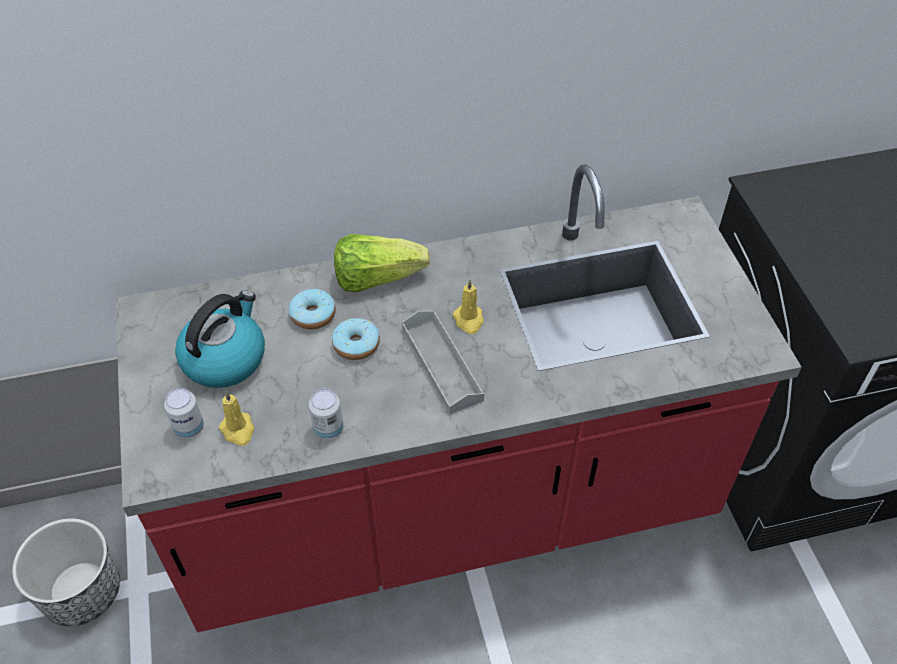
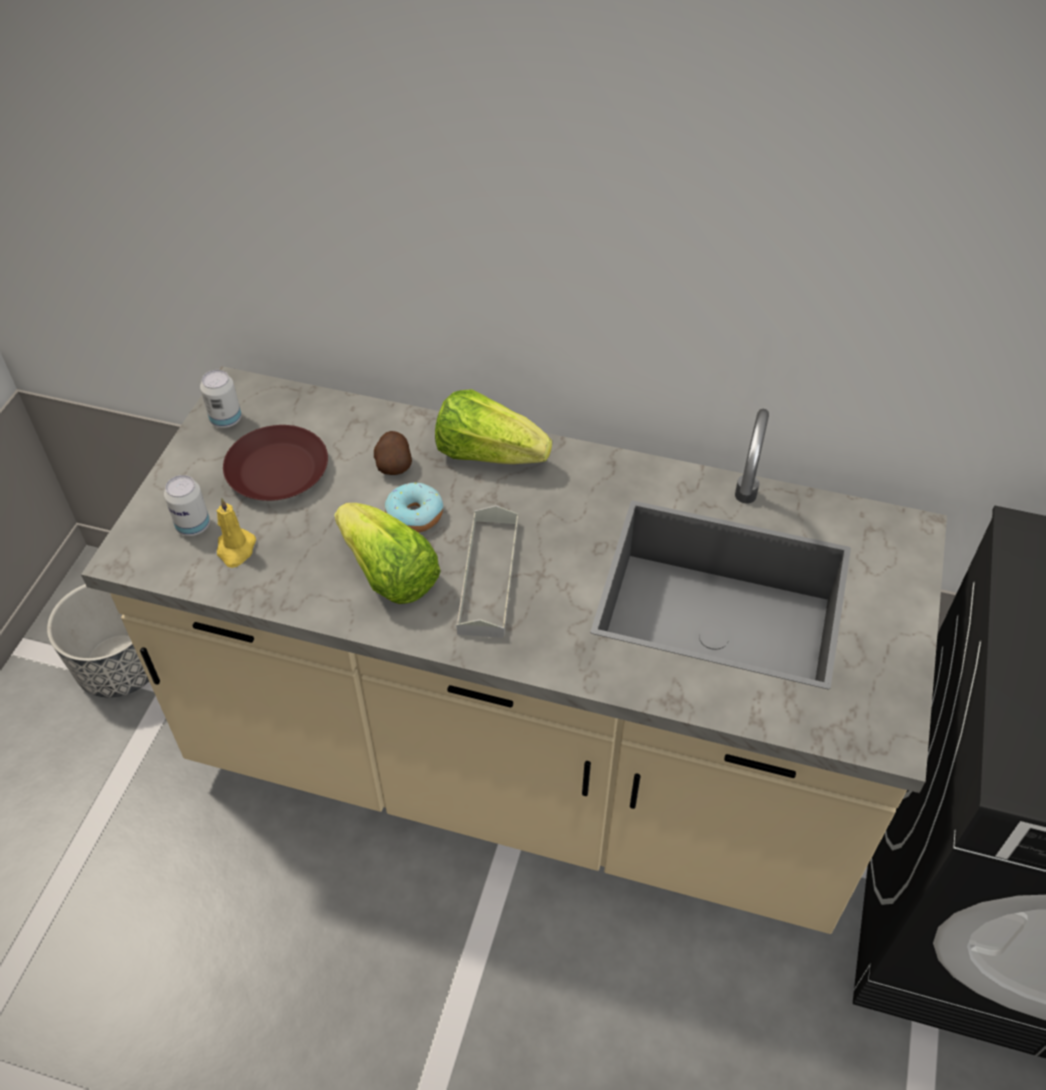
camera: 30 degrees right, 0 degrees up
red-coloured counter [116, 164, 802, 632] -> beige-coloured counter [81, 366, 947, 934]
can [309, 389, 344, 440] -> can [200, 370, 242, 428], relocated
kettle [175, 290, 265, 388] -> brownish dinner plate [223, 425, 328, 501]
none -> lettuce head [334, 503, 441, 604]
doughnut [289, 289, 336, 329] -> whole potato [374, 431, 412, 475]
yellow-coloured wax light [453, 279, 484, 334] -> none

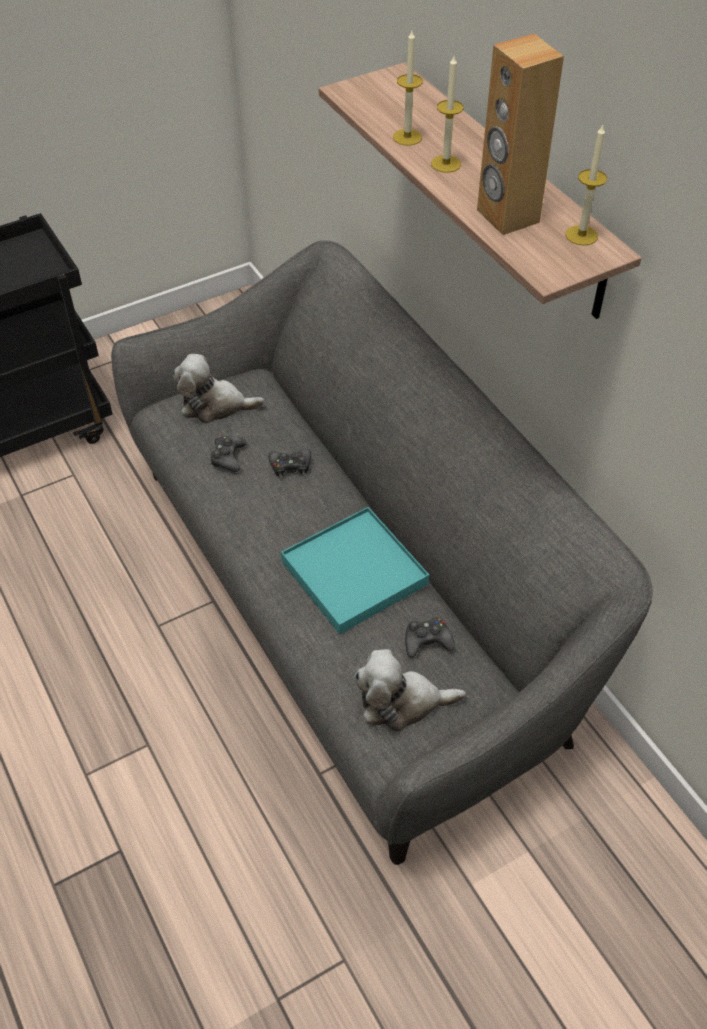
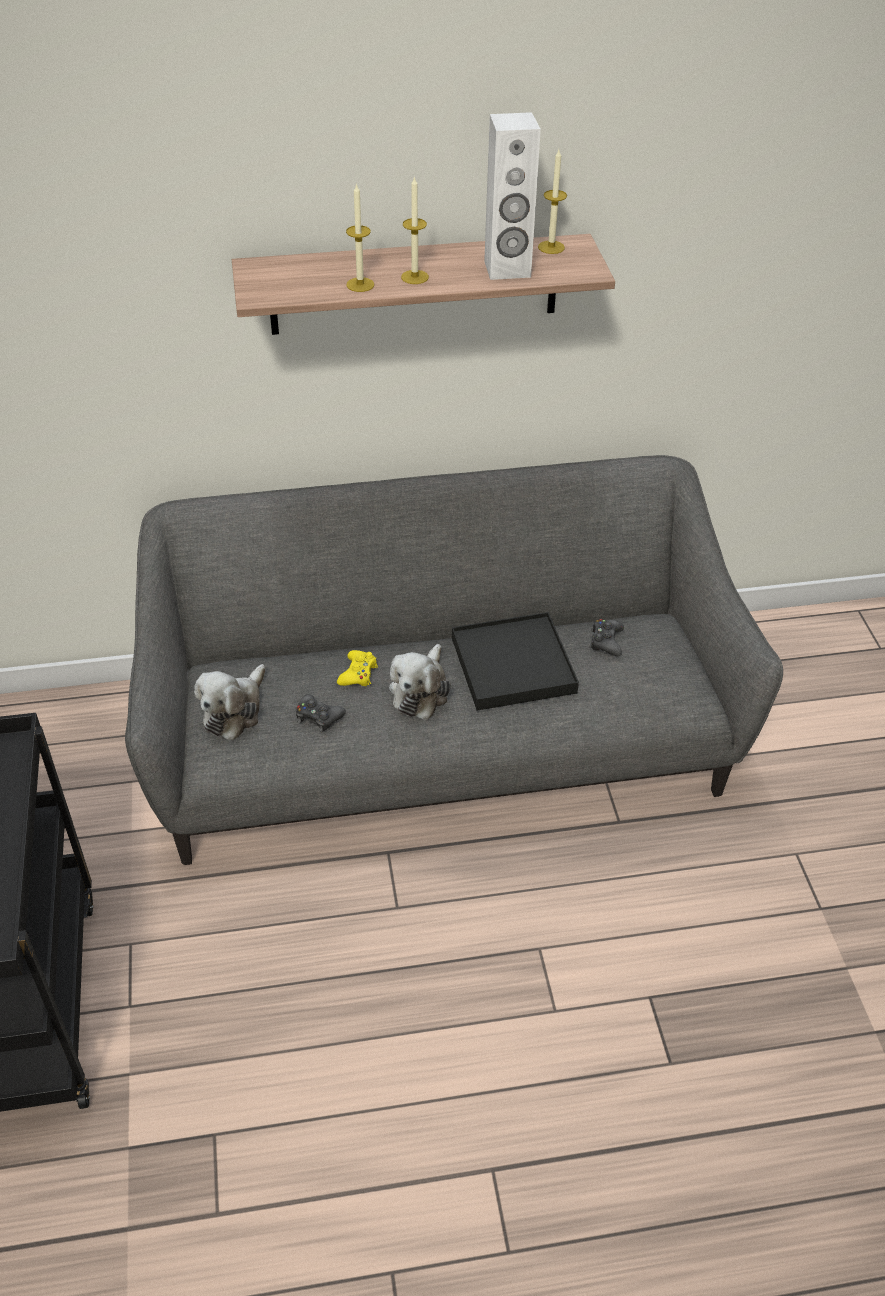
camera: 70 degrees left, 5 degrees down
black gamepad [268, 449, 311, 478] -> yellow-coloured gamepad [337, 650, 378, 686]
plush toy [354, 649, 466, 732] -> plush toy [389, 644, 451, 720], relocated
blue-green carrying tray [281, 507, 429, 634] -> black carrying tray [452, 612, 579, 711]
brownish speaker [477, 34, 564, 235] -> white-coloured speaker [484, 112, 541, 280]

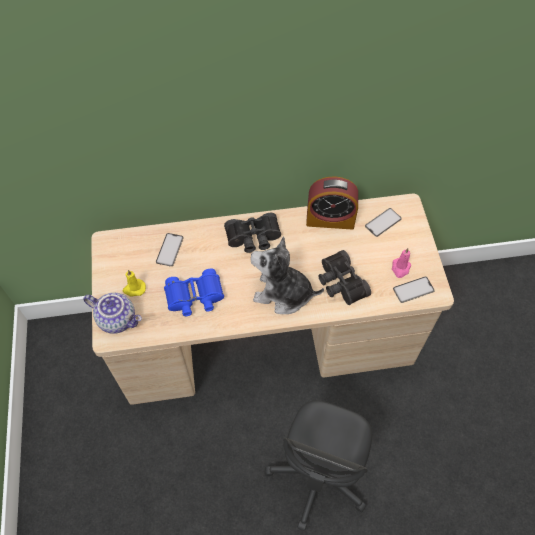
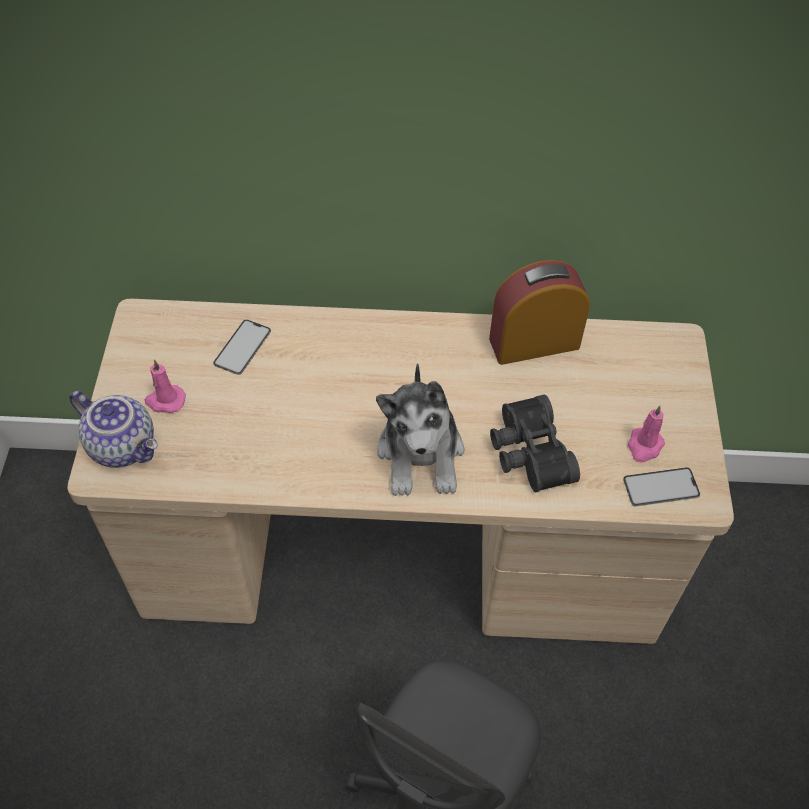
camera: 10 degrees right, 5 degrees down
yellow-coloured wax light [123, 270, 146, 297] -> pink wax light [145, 360, 186, 413]
plush toy [250, 236, 324, 314] -> plush toy [376, 363, 464, 496], 120 degrees counterclockwise
table clock [306, 177, 358, 230] -> table clock [489, 260, 590, 365], 150 degrees clockwise
blue binoculars [164, 269, 224, 316] -> none
black binoculars [224, 213, 281, 253] -> none
handset [365, 208, 402, 237] -> none

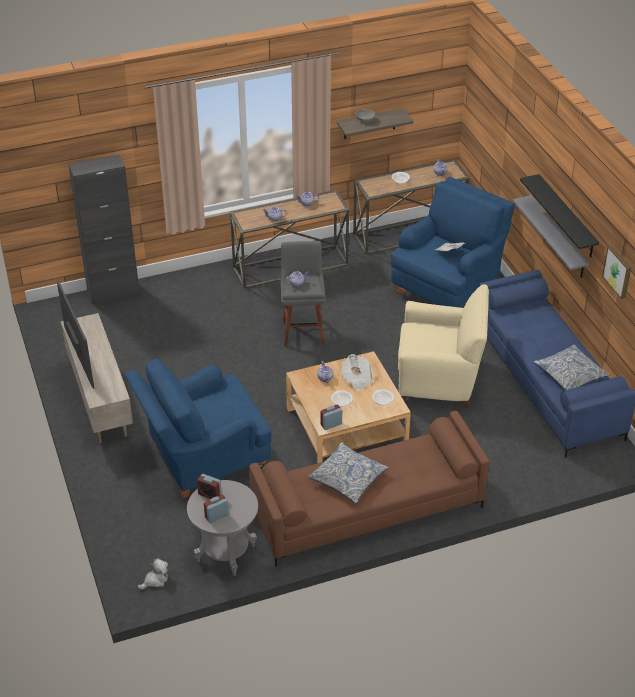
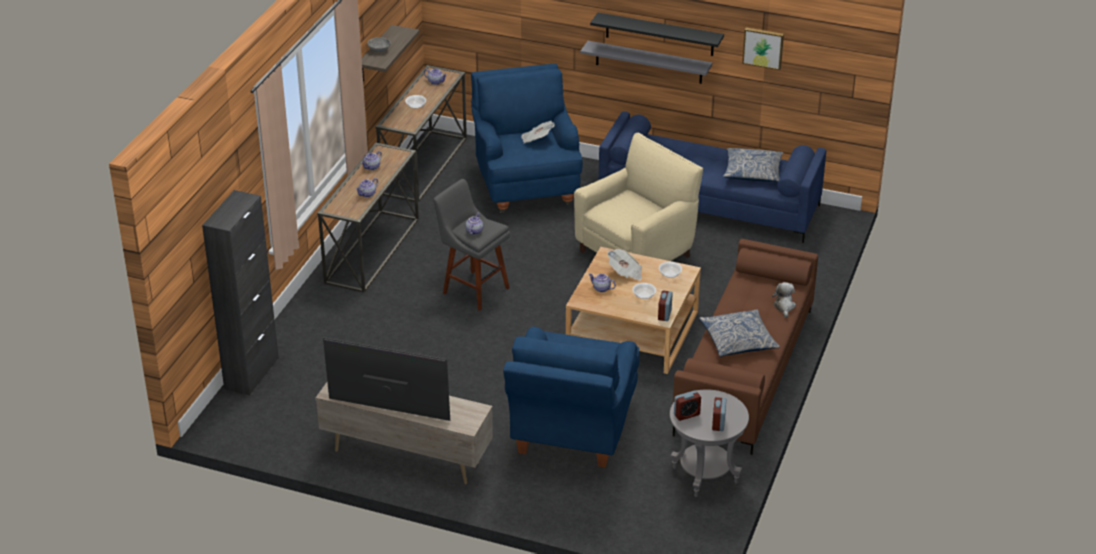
camera: 50 degrees left, 5 degrees down
plush toy [137, 558, 168, 590] -> plush toy [772, 282, 796, 318], relocated

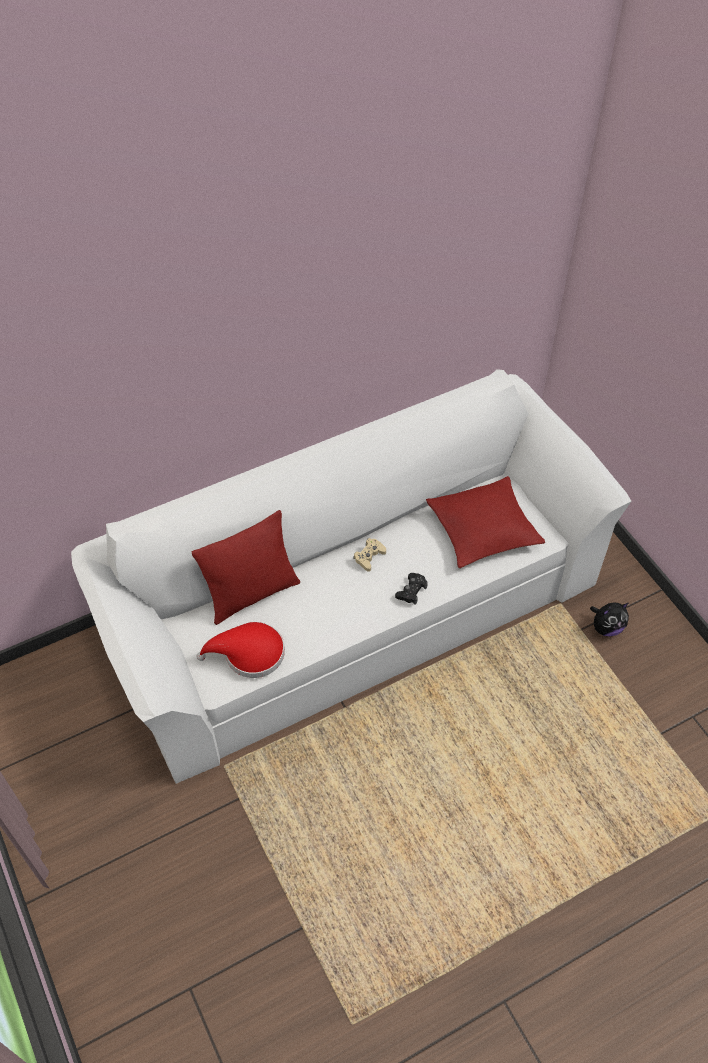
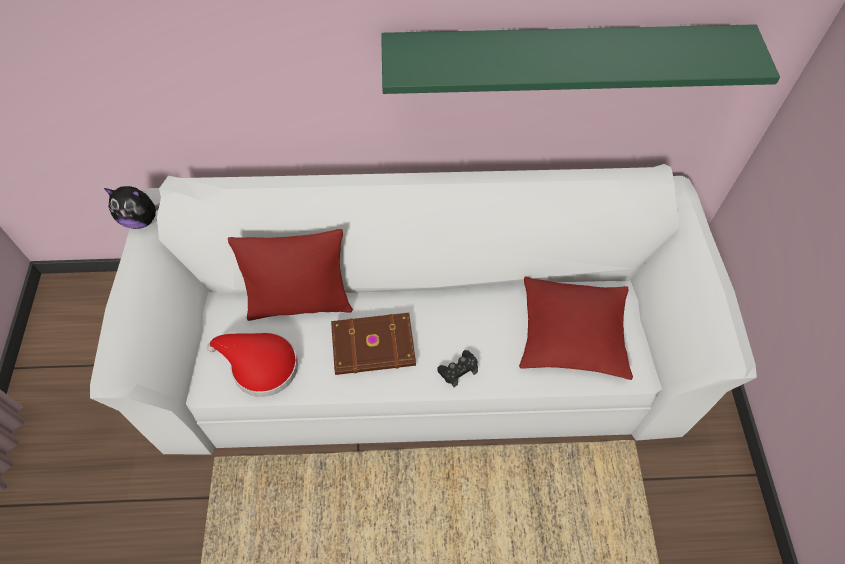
camera: 25 degrees right, 5 degrees up
plush toy [590, 602, 629, 636] -> plush toy [104, 186, 160, 229], relocated
none -> brownish bound book [331, 313, 416, 375]
none -> green-coloured wall shelf [381, 24, 780, 94]
beige-coloured gamepad [354, 538, 386, 572] -> none

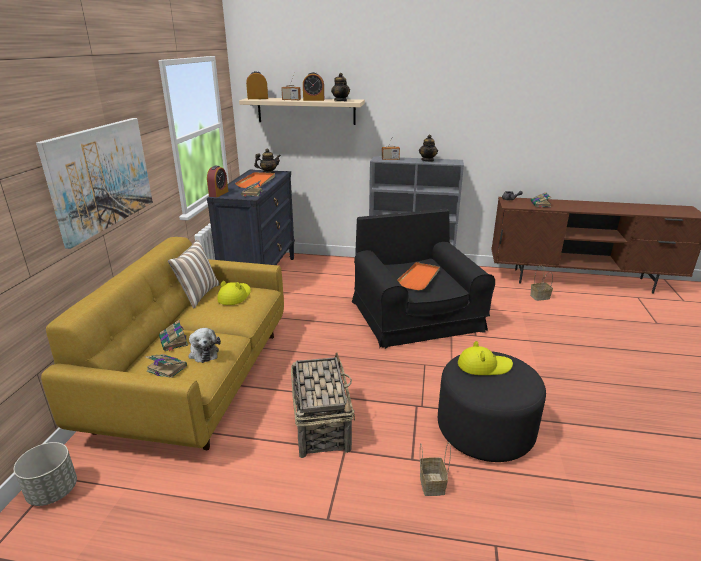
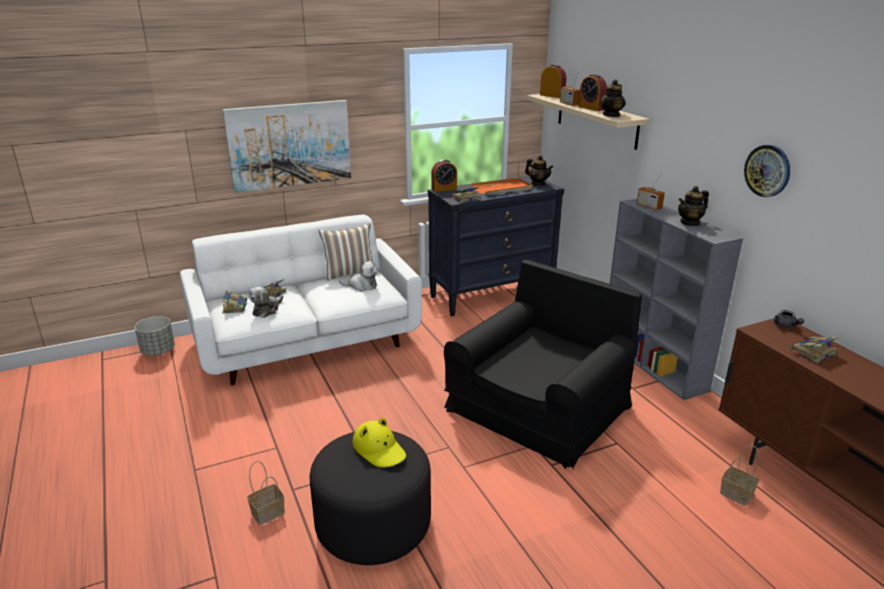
camera: 55 degrees right, 0 degrees up
yellow-coloured couch [41, 237, 284, 450] -> white-coloured couch [180, 215, 422, 385]
yellow-coloured clothing hat [217, 281, 251, 305] -> plush toy [339, 261, 378, 292]
none -> hanging clock [744, 145, 790, 197]
storage basket [291, 352, 355, 458] -> none
orangey carrying tray [397, 262, 440, 290] -> none

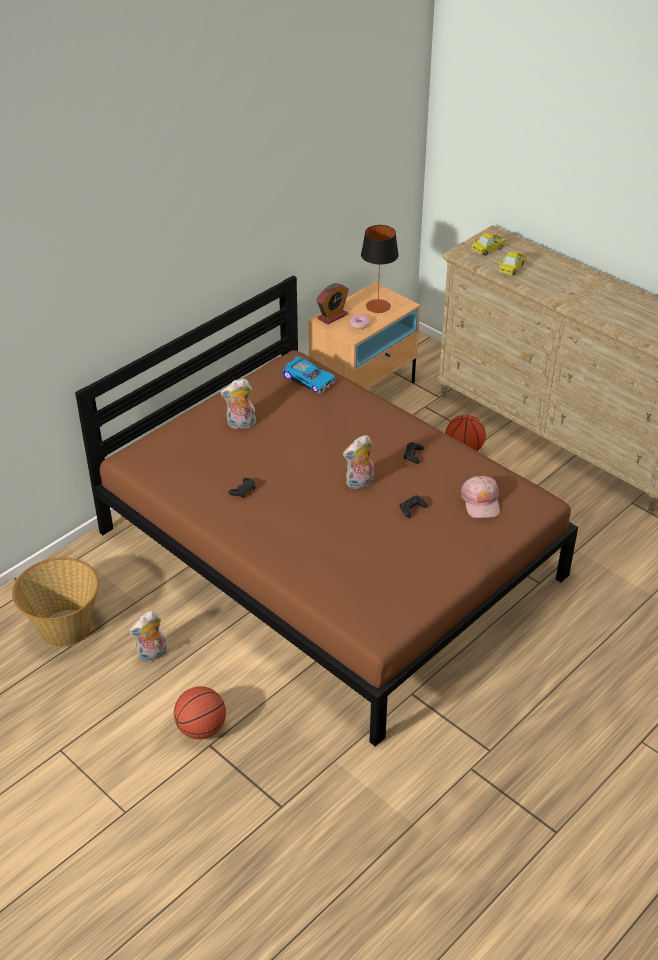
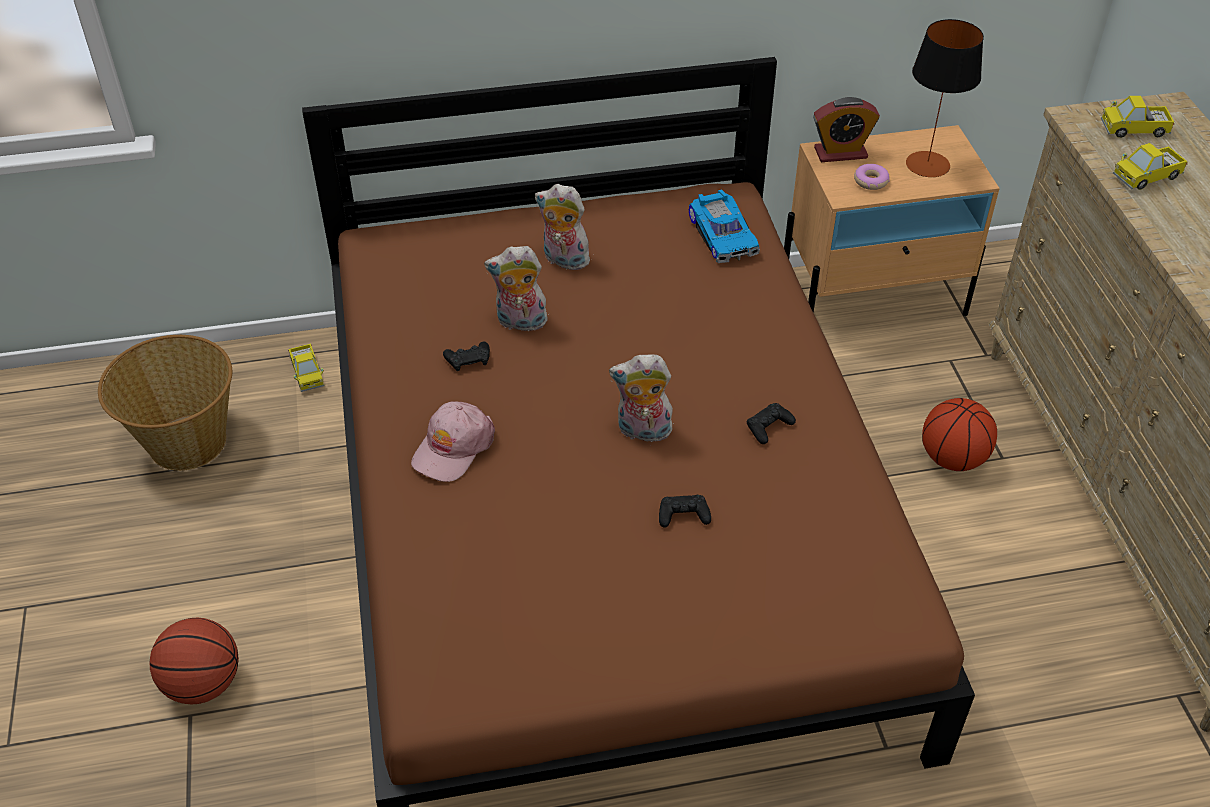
camera: 35 degrees right, 5 degrees up
none -> model truck [288, 343, 324, 392]
pink baseball cap [460, 476, 500, 518] -> pink baseball cap [411, 401, 495, 482], relocated
plush toy [129, 610, 167, 662] -> plush toy [484, 246, 549, 331], relocated

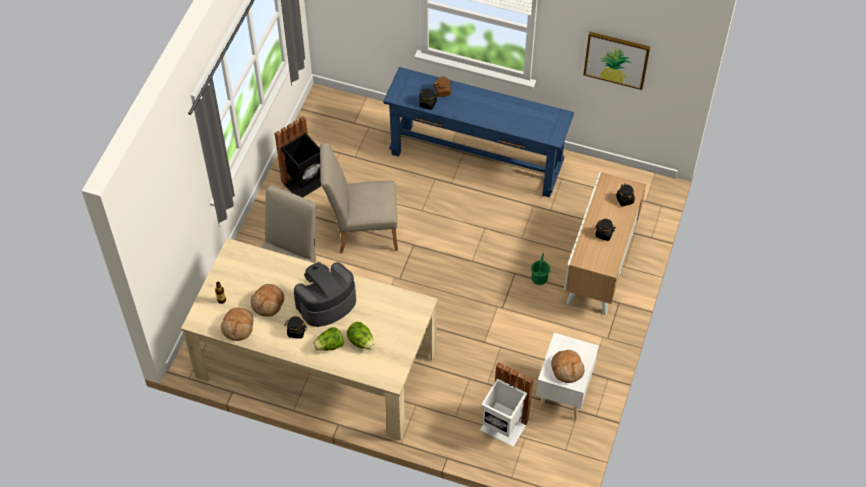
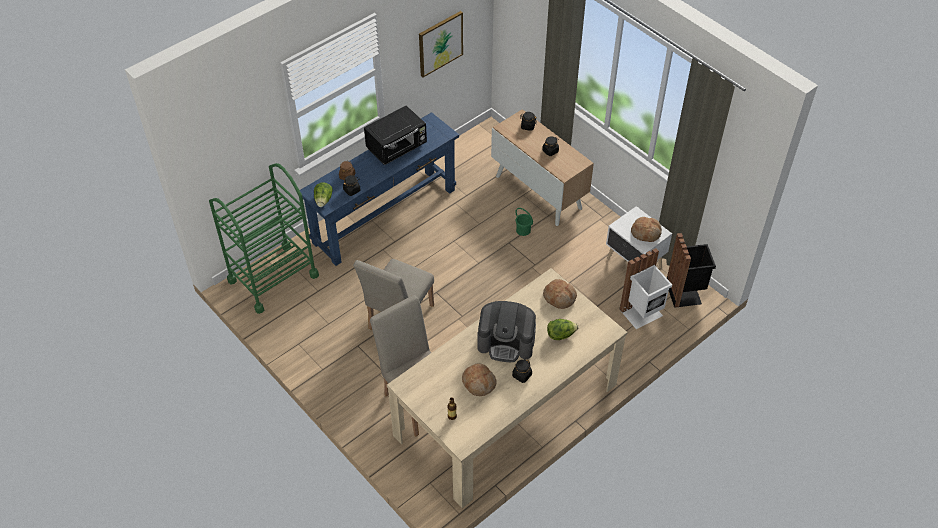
camera: 60 degrees left, 5 degrees down
none -> green-coloured cart [209, 163, 319, 314]
lettuce head [313, 327, 344, 351] -> lettuce head [314, 182, 333, 207], relocated
none -> black microwave oven [364, 106, 427, 165]
coffee maker [294, 262, 356, 327] -> coffee maker [477, 301, 536, 362], 75 degrees counterclockwise
bakery bread [221, 308, 254, 341] -> bakery bread [543, 279, 577, 309], relocated
black trash can [275, 116, 321, 197] -> black trash can [667, 233, 716, 308], relocated

